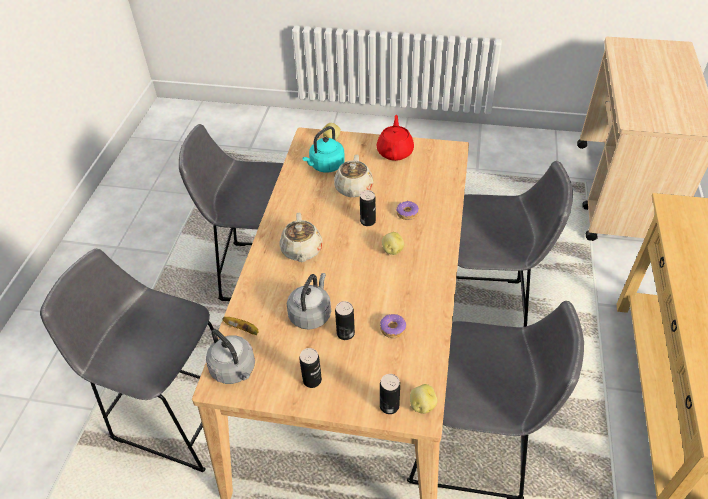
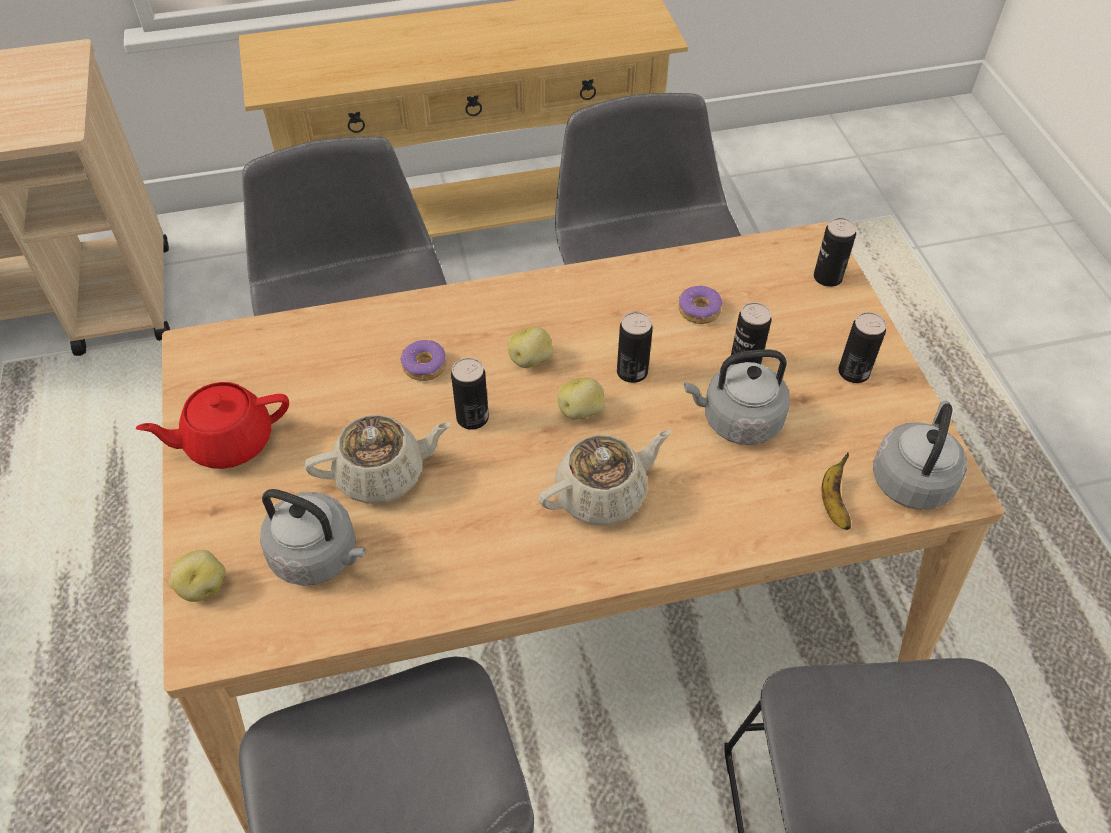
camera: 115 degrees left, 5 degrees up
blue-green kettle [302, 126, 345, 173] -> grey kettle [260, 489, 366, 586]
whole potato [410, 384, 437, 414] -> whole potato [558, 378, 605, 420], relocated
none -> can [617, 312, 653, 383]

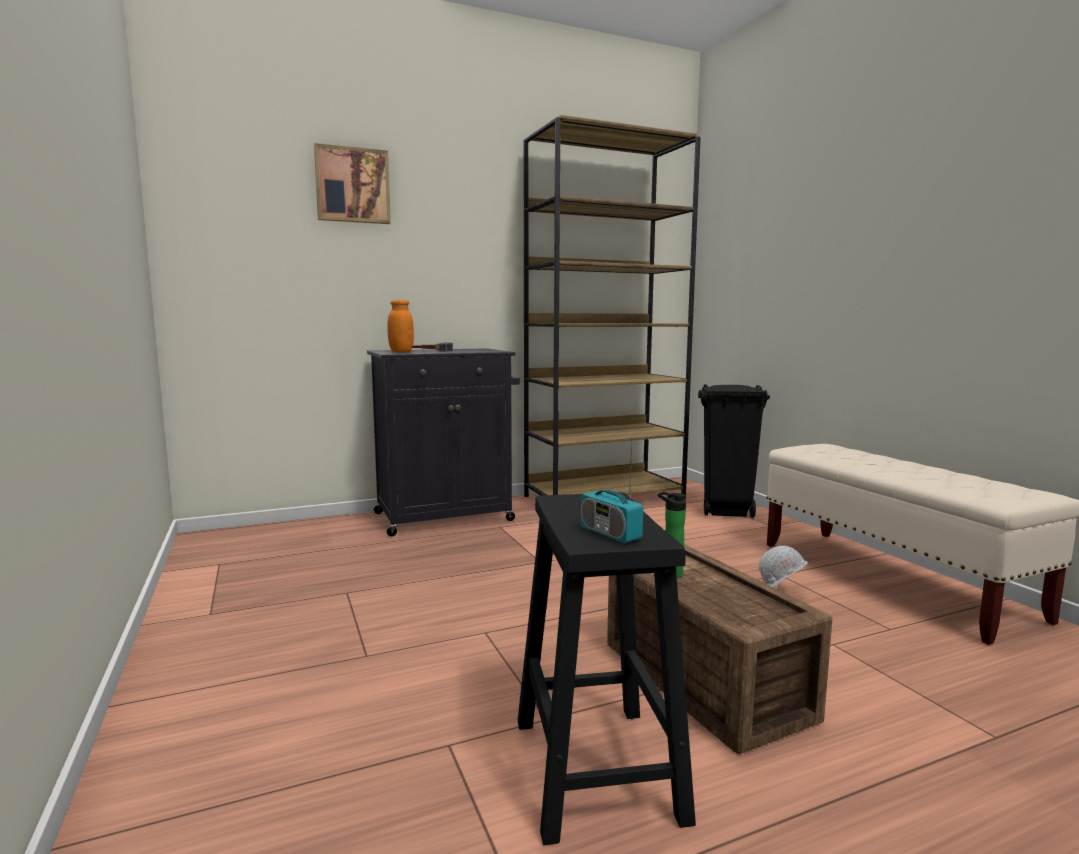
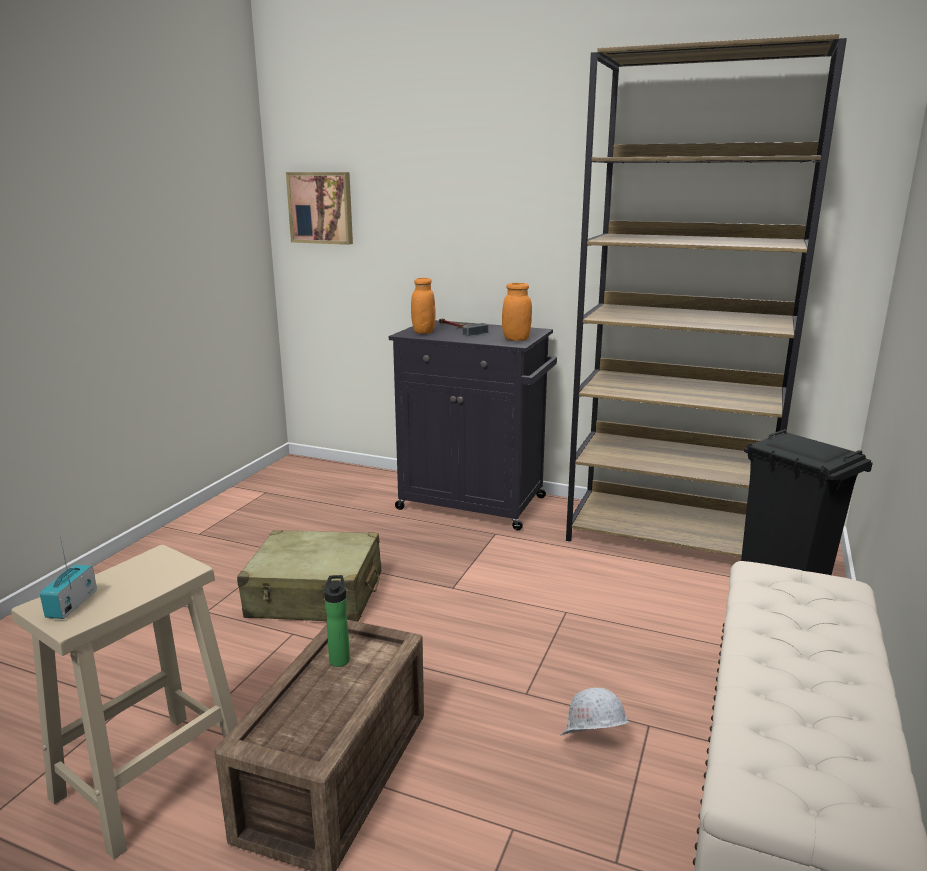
camera: 45 degrees right, 10 degrees up
black stool seat [517, 492, 696, 845] -> beige-coloured stool seat [11, 545, 238, 859]
none -> beige-coloured suitcase [237, 530, 381, 622]
picture [314, 143, 391, 224] -> picture [286, 172, 353, 245], relocated
none -> orangey preserve jar [502, 283, 532, 341]

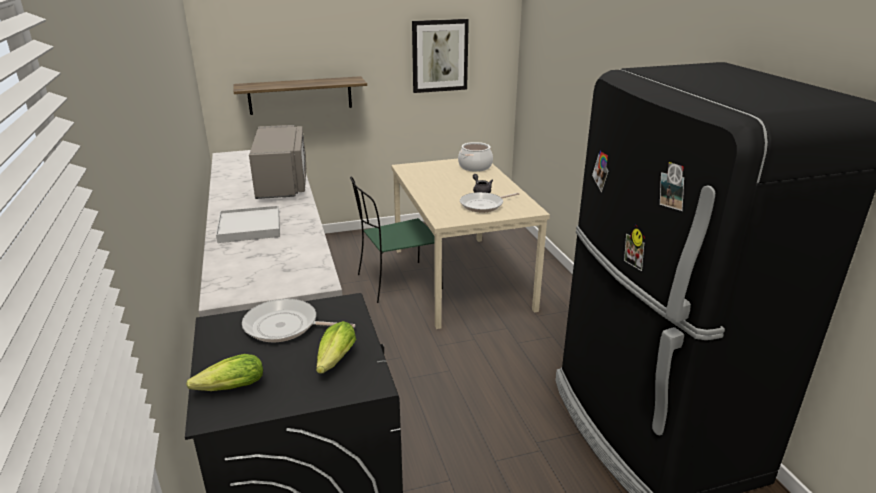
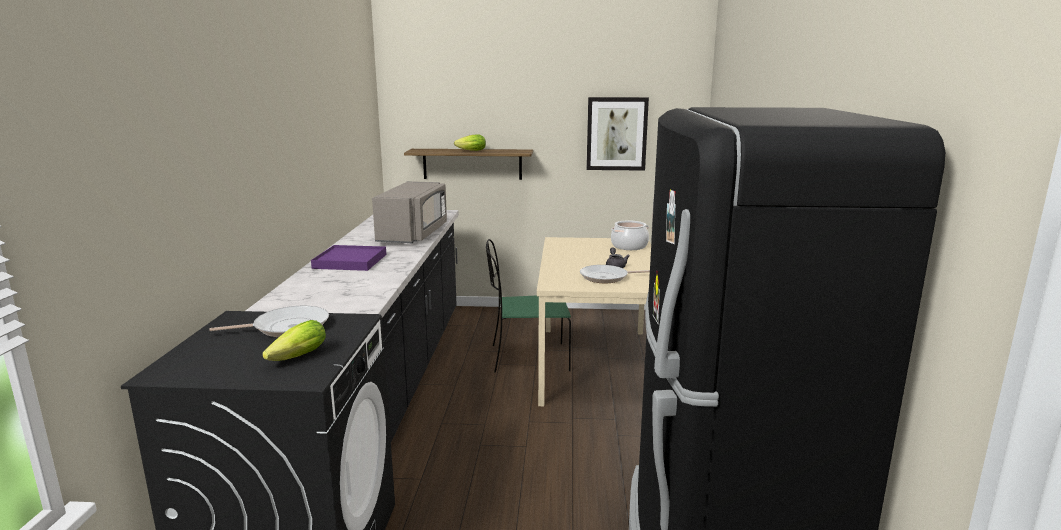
camera: 20 degrees right, 10 degrees down
pan [242, 299, 355, 342] -> pan [209, 306, 329, 337], 135 degrees clockwise
white-coloured carrying tray [216, 206, 280, 243] -> purplish carrying tray [311, 245, 386, 271]
lettuce head [186, 354, 263, 391] -> lettuce head [454, 134, 486, 151], relocated

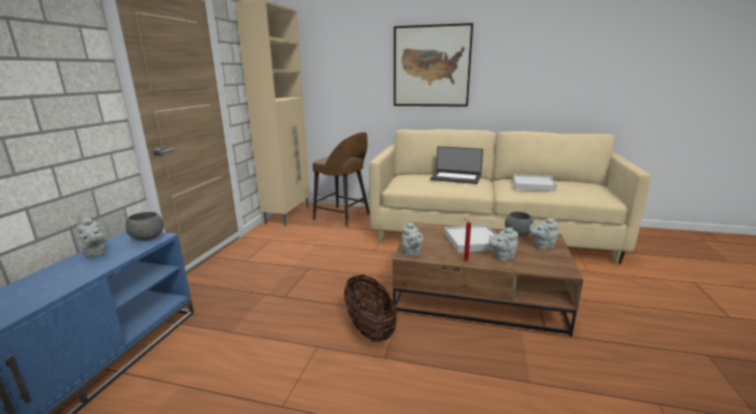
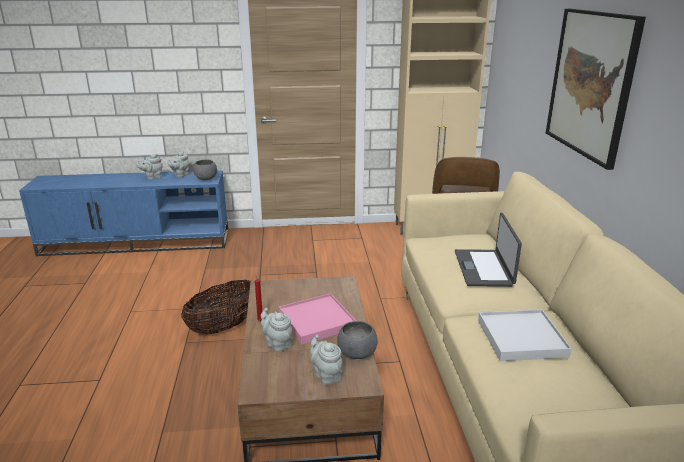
camera: 70 degrees right, 5 degrees up
grey tea pot [402, 221, 424, 256] -> grey tea pot [136, 154, 163, 180], relocated
white-coloured carrying tray [444, 225, 497, 253] -> pink carrying tray [279, 293, 356, 345]

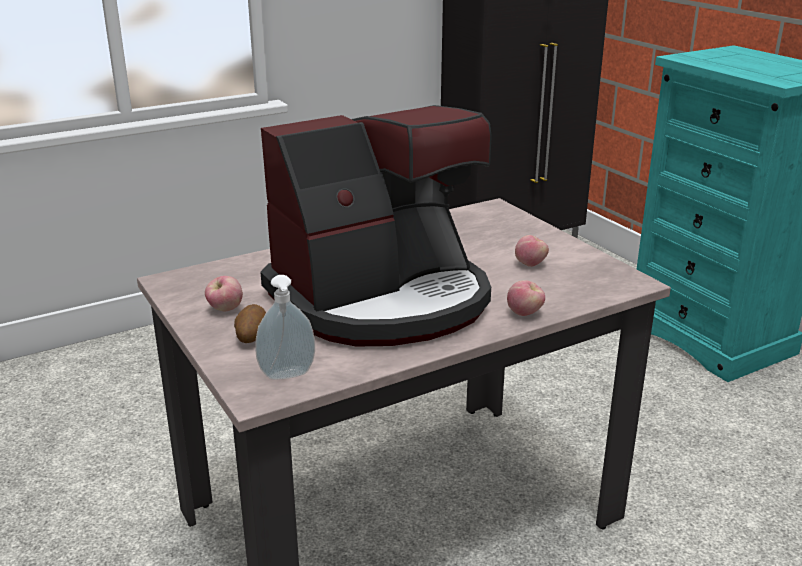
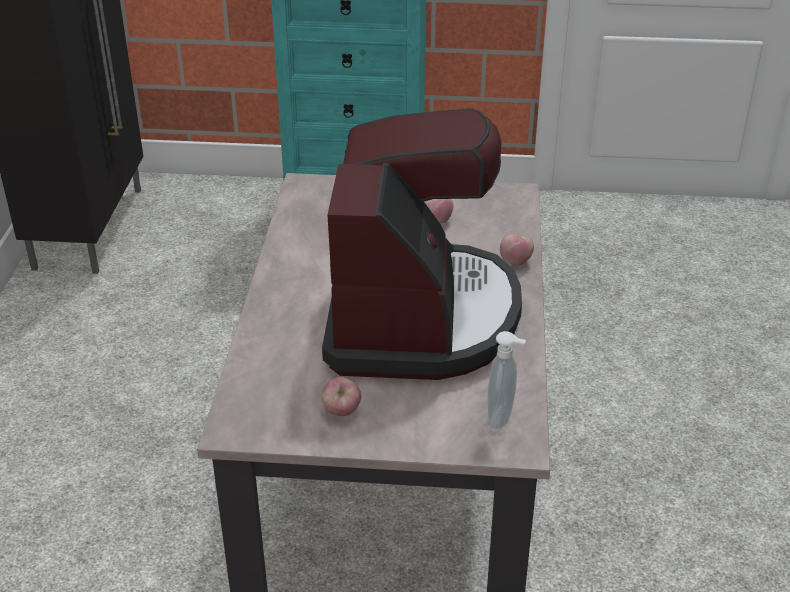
camera: 55 degrees left, 10 degrees up
whole potato [234, 304, 266, 343] -> none

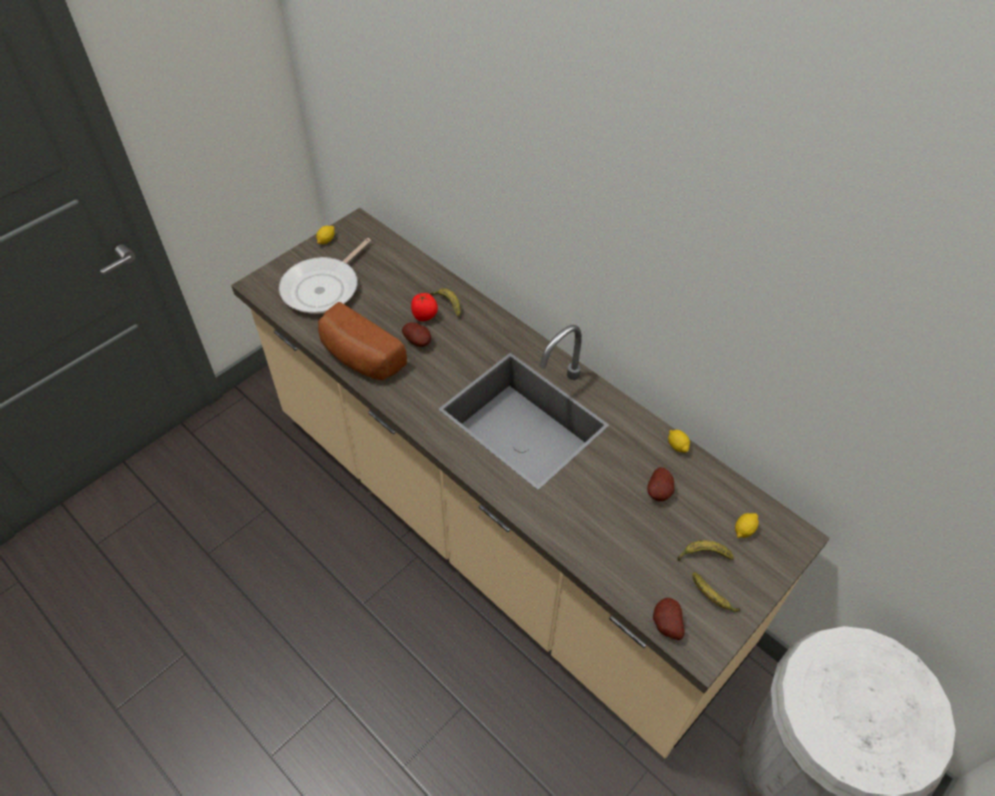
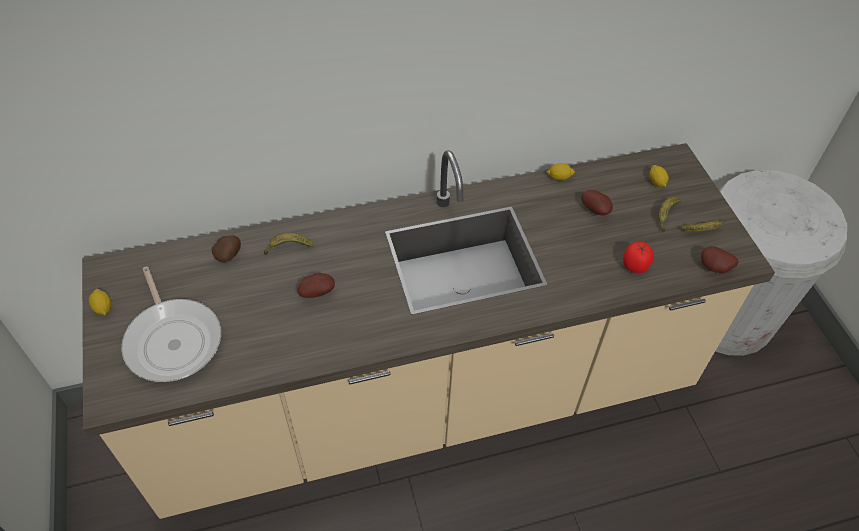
camera: 60 degrees left, 0 degrees up
none -> whole potato [212, 235, 241, 262]
fresh tomato [411, 293, 438, 321] -> fresh tomato [623, 242, 654, 273], relocated
bakery bread [318, 302, 407, 380] -> none

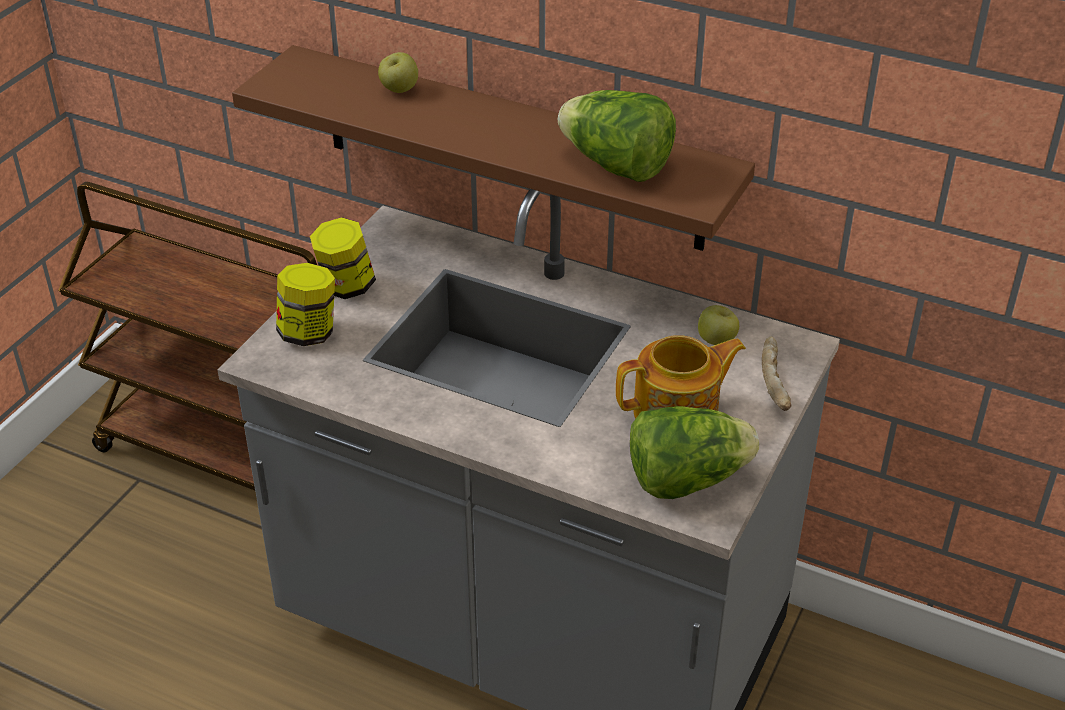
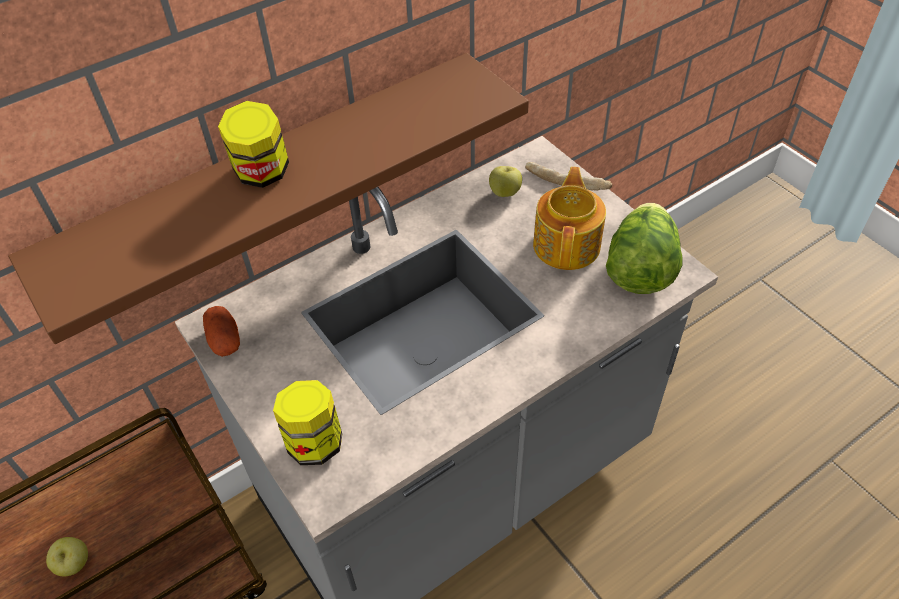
camera: 60 degrees left, 10 degrees up
whole apple [378, 52, 418, 93] -> whole apple [46, 537, 88, 576], relocated
none -> whole potato [203, 306, 240, 357]
preserve jar [310, 217, 376, 299] -> preserve jar [218, 101, 289, 188], relocated
lettuce head [558, 90, 676, 182] -> none

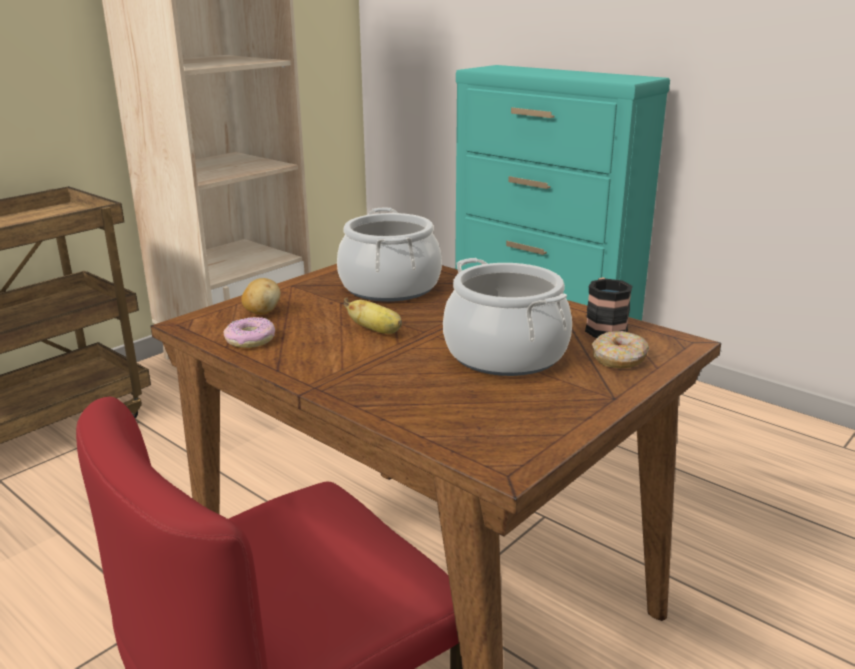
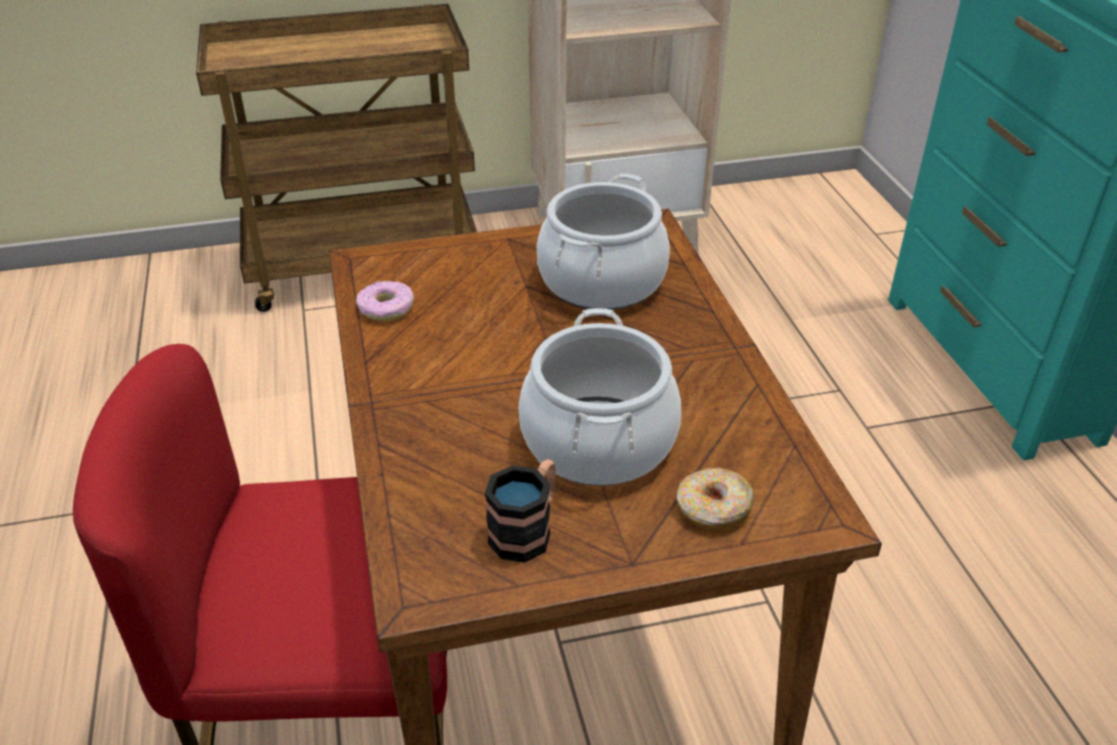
camera: 35 degrees right, 15 degrees up
tea mug [585, 278, 632, 338] -> tea mug [485, 459, 556, 562], relocated
whole potato [241, 278, 281, 315] -> none
whole banana [344, 298, 402, 334] -> none

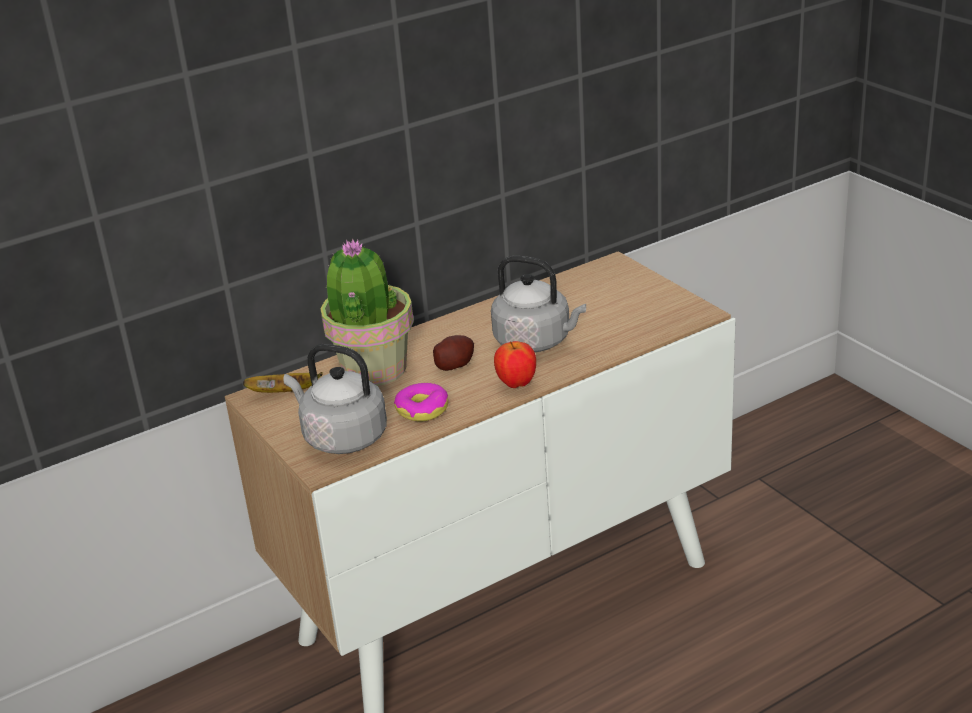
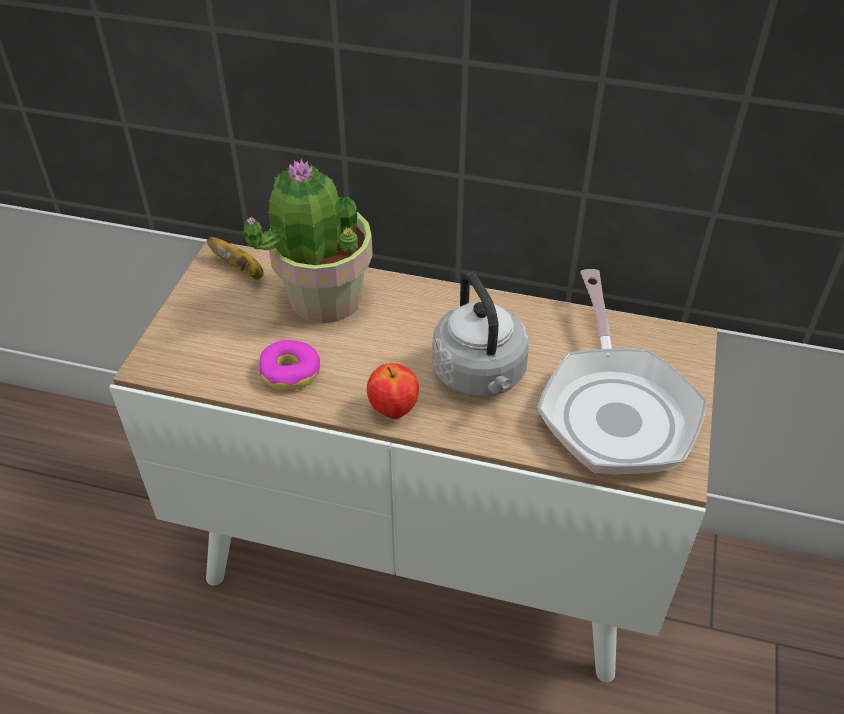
camera: 45 degrees right, 15 degrees up
none -> pan [537, 269, 707, 474]
grey kettle [283, 344, 387, 454] -> none
whole potato [433, 335, 474, 371] -> none

